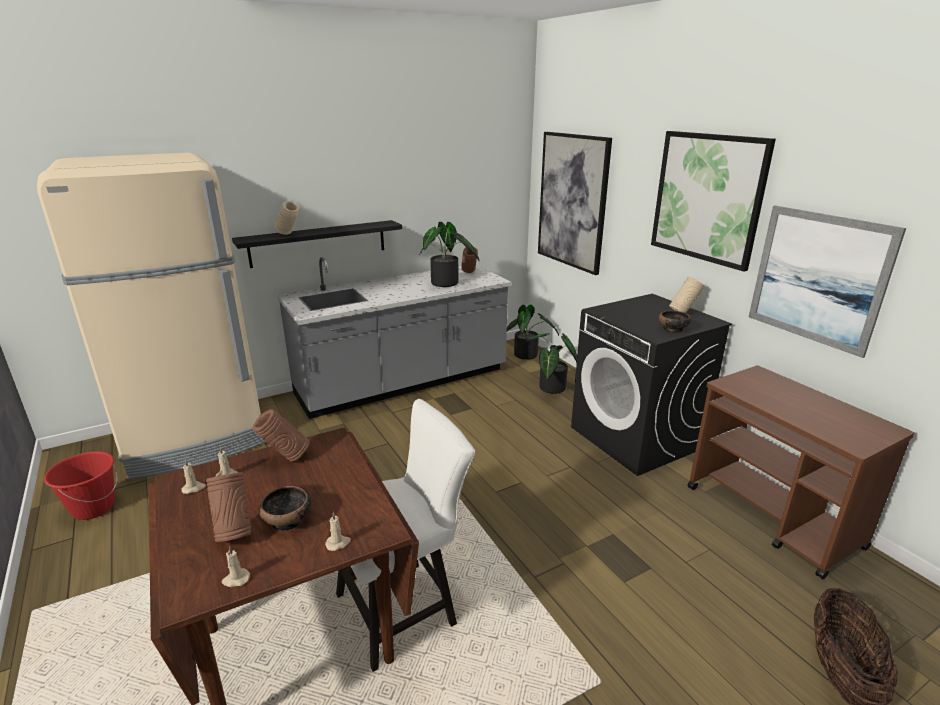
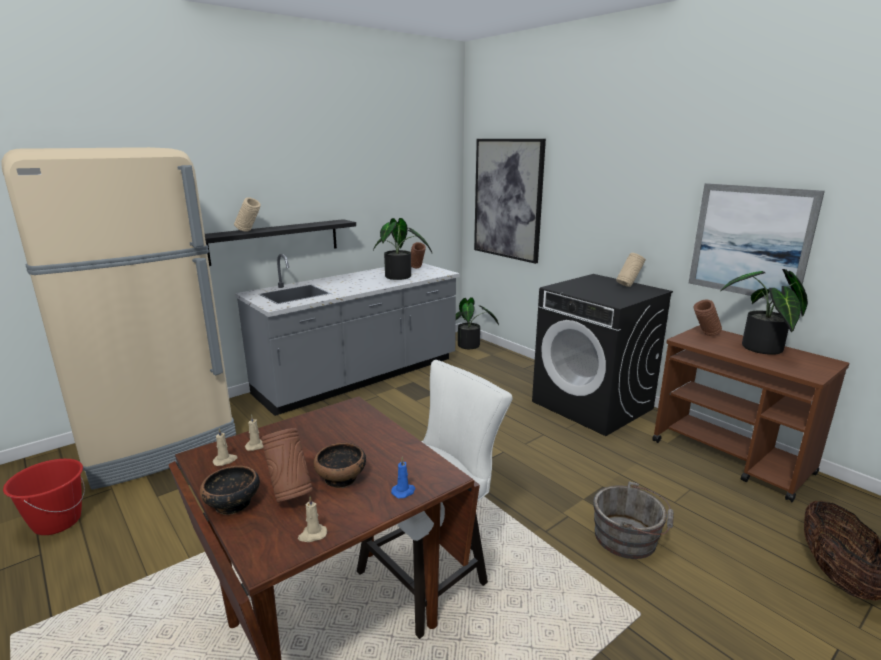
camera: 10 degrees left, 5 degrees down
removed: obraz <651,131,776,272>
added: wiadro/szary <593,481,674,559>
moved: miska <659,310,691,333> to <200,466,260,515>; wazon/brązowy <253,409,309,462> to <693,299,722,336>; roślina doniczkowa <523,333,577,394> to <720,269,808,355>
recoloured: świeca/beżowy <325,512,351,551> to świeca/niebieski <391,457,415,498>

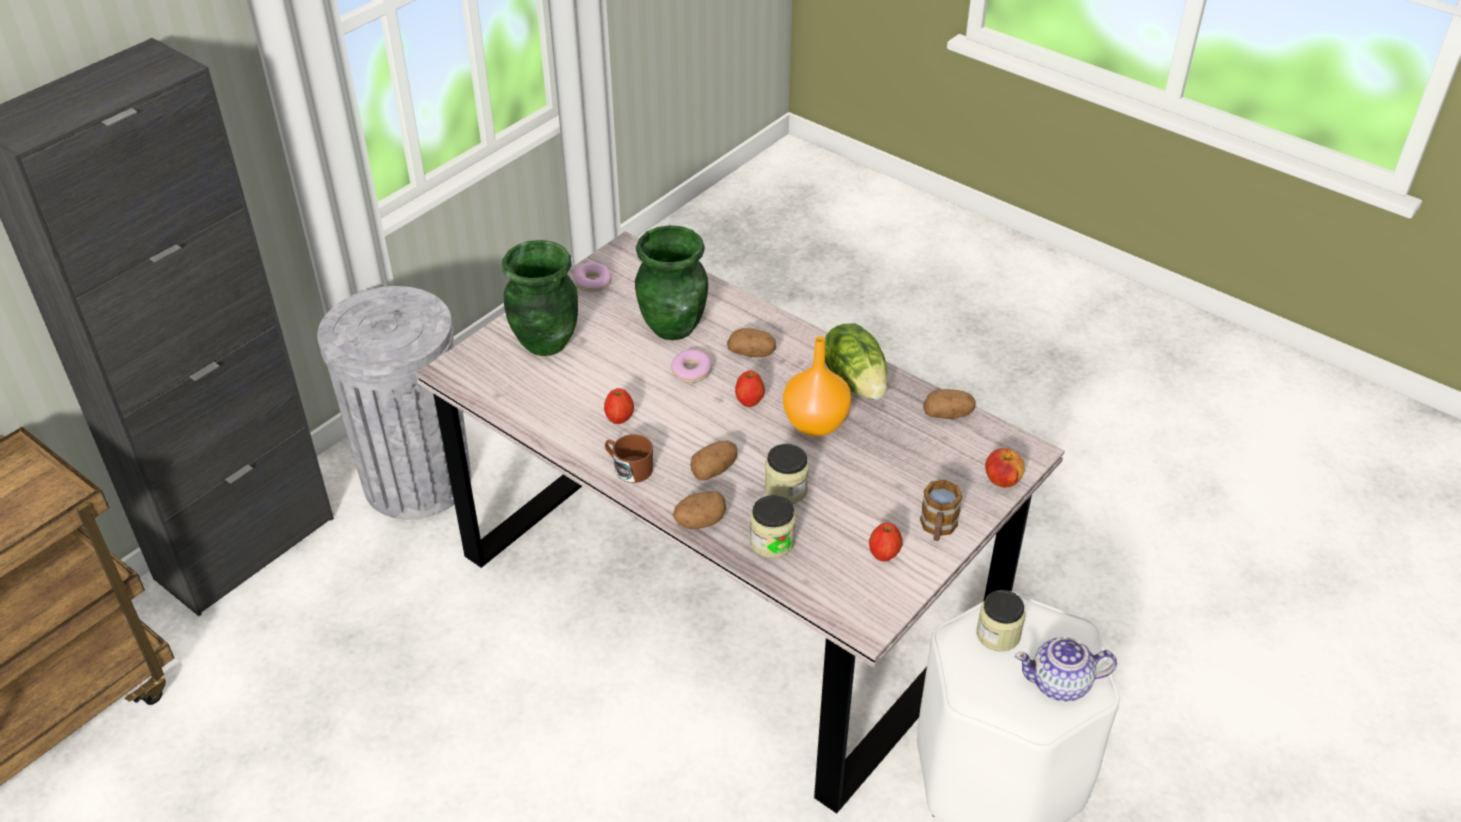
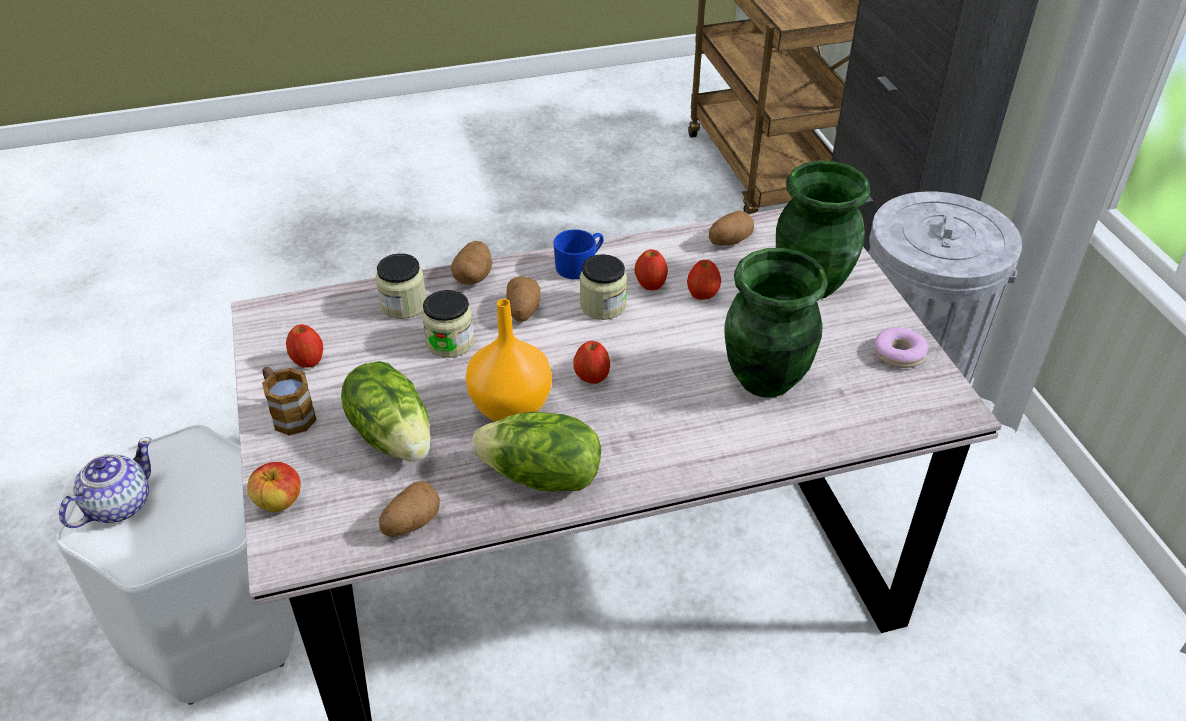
camera: 125 degrees right, 0 degrees up
removed: donut <671,349,712,383>
added: sałata <341,361,431,461>; jabłko <687,260,721,300>
moved: słoik <976,590,1025,652> to <580,254,627,320>; ziemniak <727,328,776,357> to <709,211,754,246>
recoloured: kubek/brązowy <605,434,653,483> to kubek/niebieski <553,229,604,279>

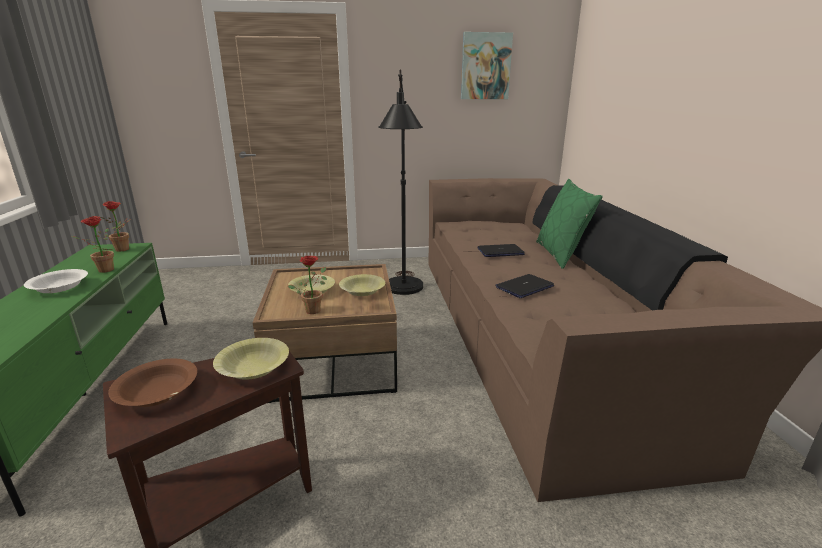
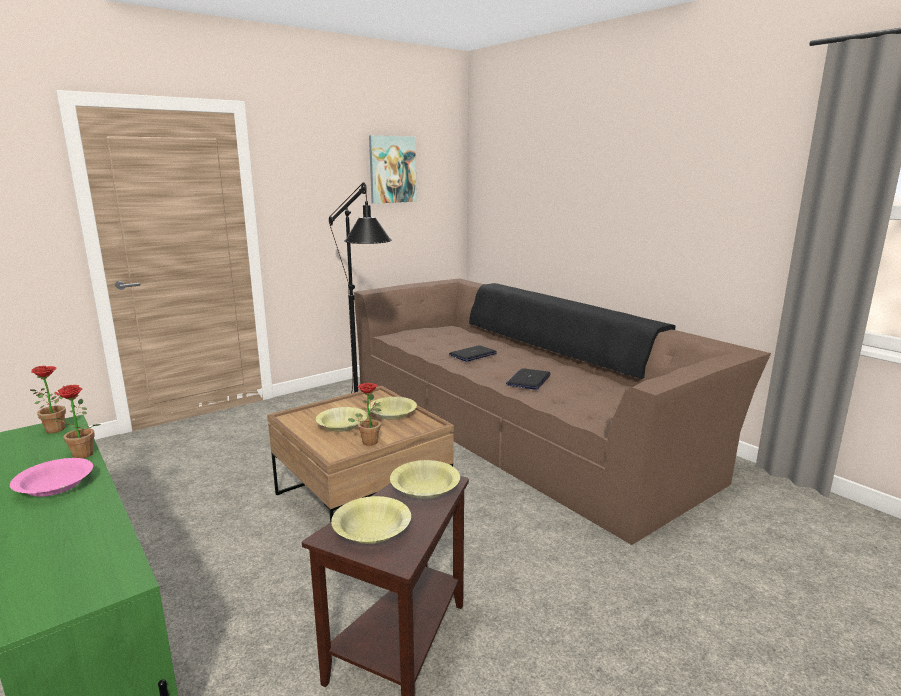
camera: 30 degrees left, 5 degrees down
removed: poduszka/zielony <536,179,603,269>
recoloured: miska/biały <24,269,88,293> to miska/różowy <10,458,93,497>; miska/brązowy <108,359,197,407> to miska/żółty <331,496,411,544>

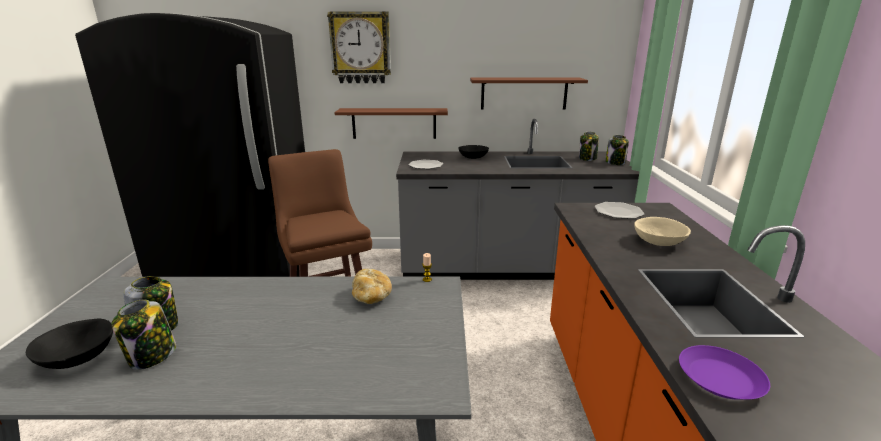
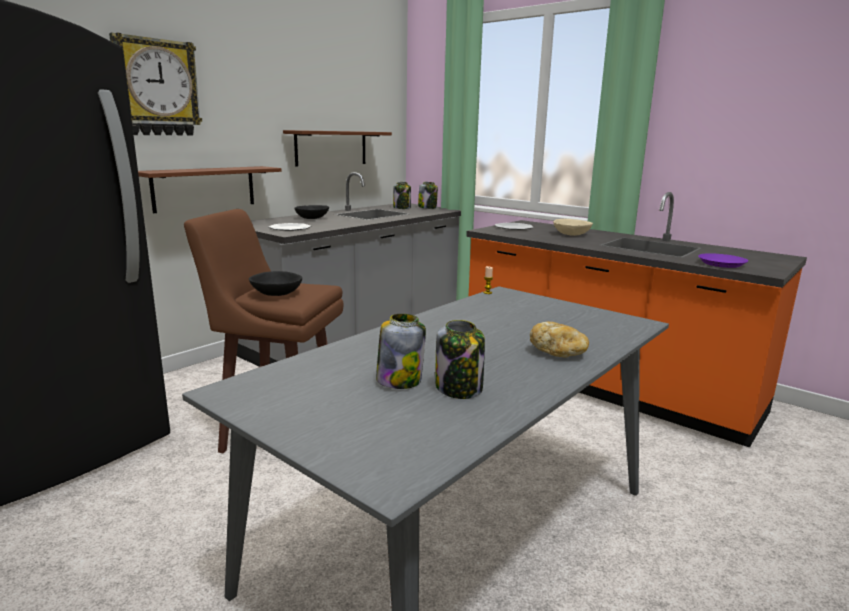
camera: 50 degrees left, 5 degrees down
moved: miska/czarny <26,319,113,369> to <249,271,302,296>; chleb <352,269,392,304> to <530,322,589,358>

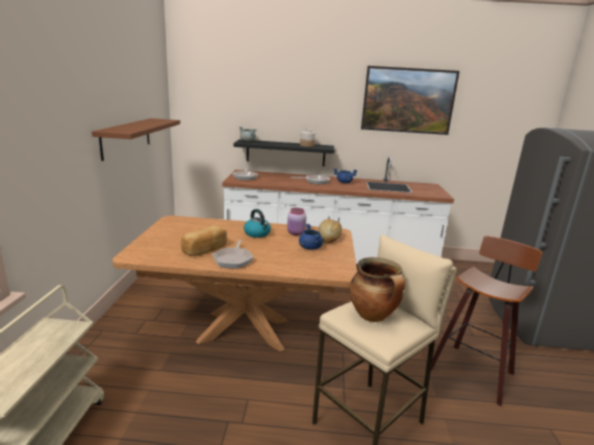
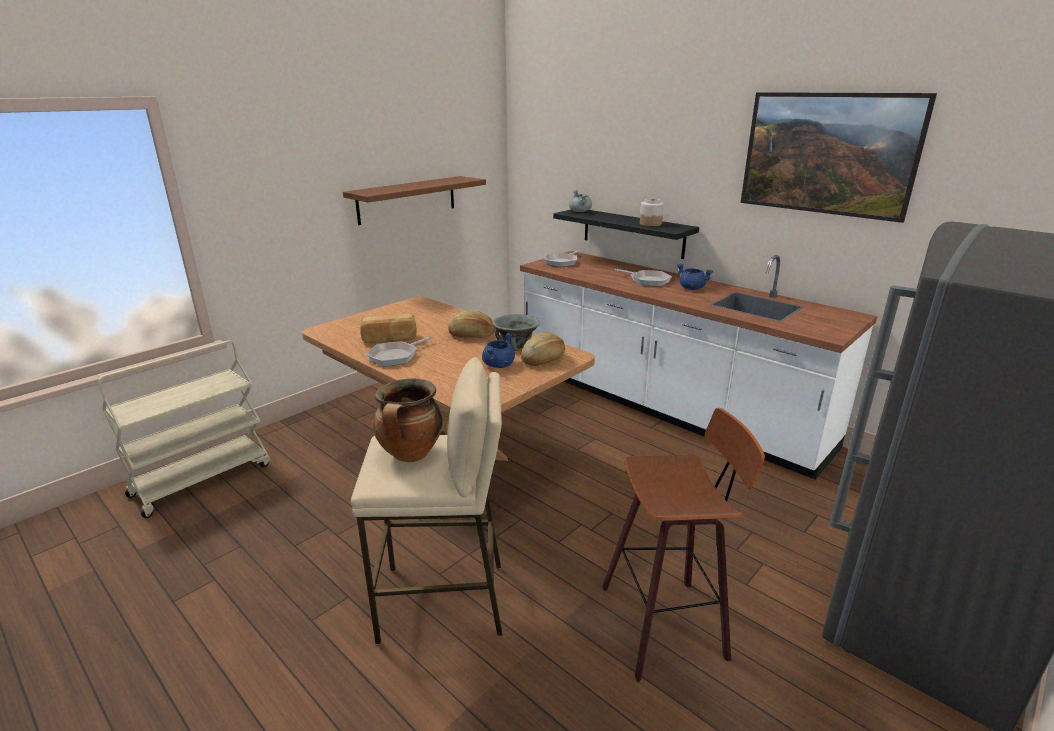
camera: 40 degrees right, 5 degrees up
replaced: czajnik <244,209,271,238> to chleb <448,310,496,338>; słoik/różowy <287,208,306,235> to miska/szary <492,314,540,351>

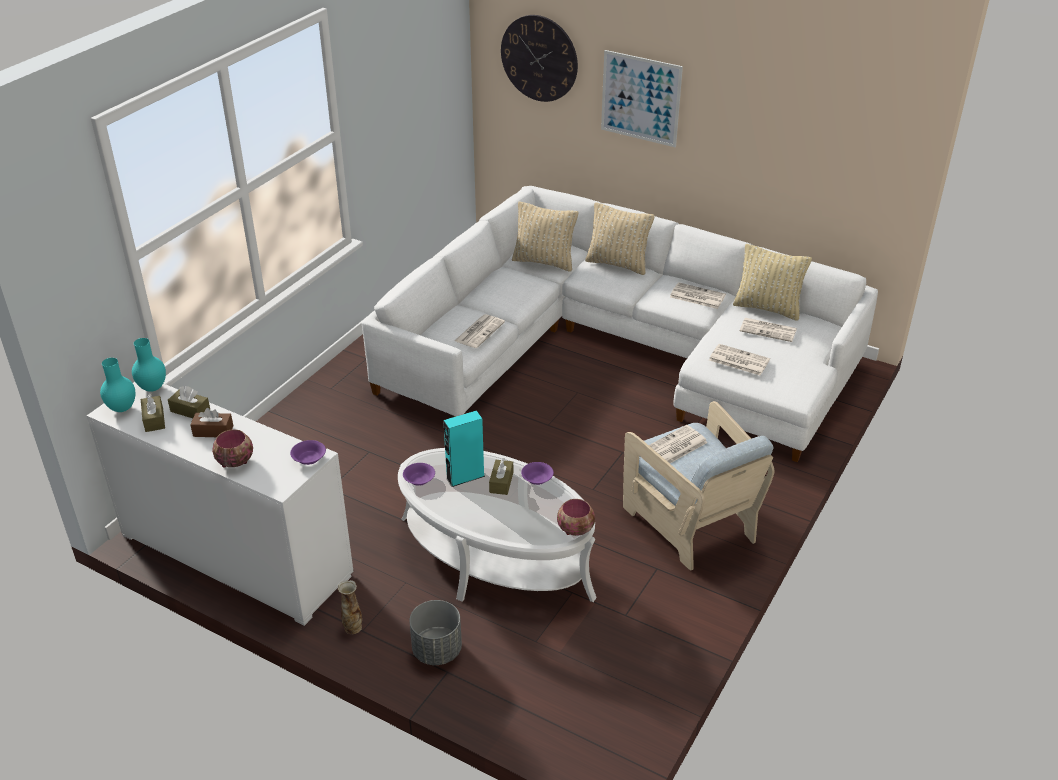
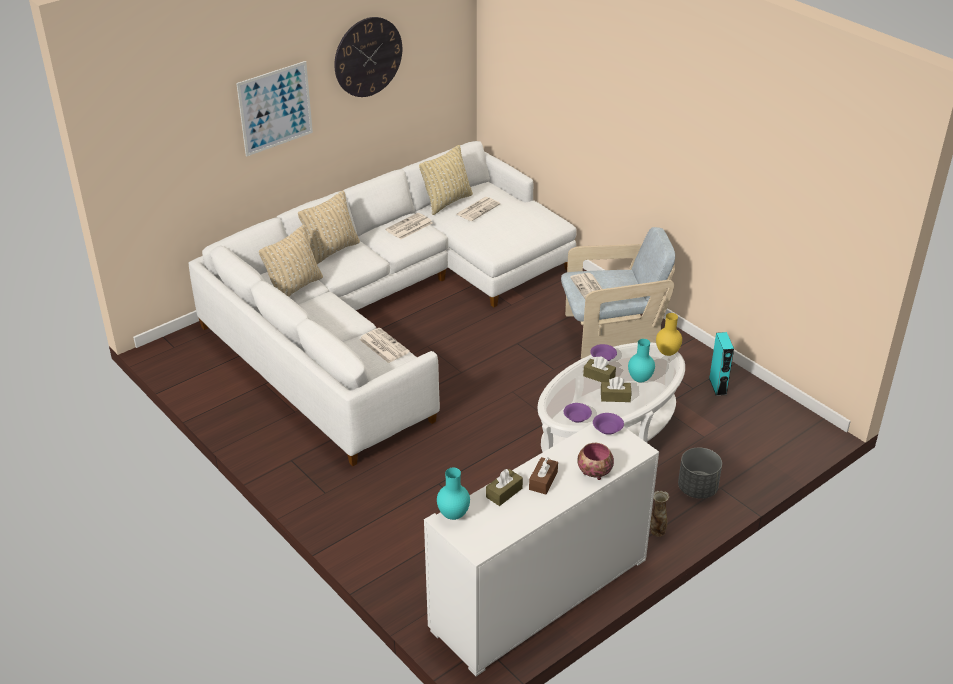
camera: 70 degrees left, 0 degrees up
removed: gazeta <709,344,770,375>
moved: zegar ścienny <501,15,578,102> to <334,17,402,97>; pudełko chusteczek/brązowy <141,394,165,432> to <601,377,632,402>; wazon/turkusowy <100,358,135,412> to <628,339,655,382>; głośnik/turkusowy <443,410,485,487> to <709,332,734,396>
replaced: miska <557,499,595,536> to wazon/żółty <656,313,682,356>

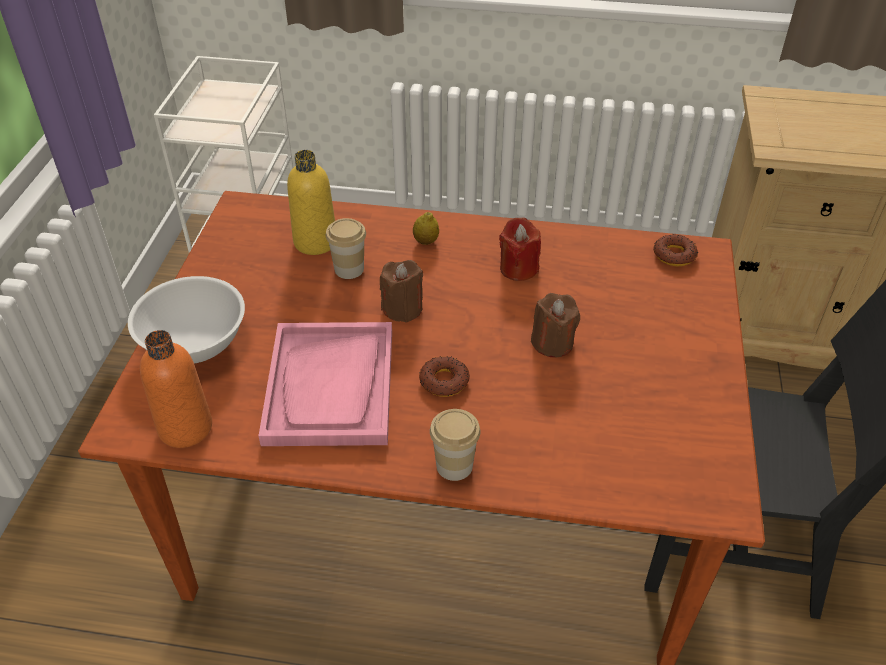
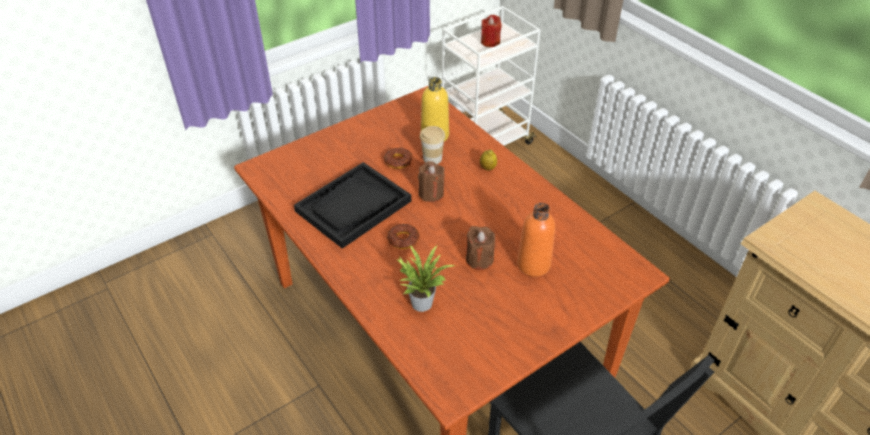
camera: 45 degrees right, 0 degrees up
removed: miska/biały <128,276,245,363>; filiżanka <430,409,480,481>
added: roślina doniczkowa <398,245,456,312>
moved: donut <653,234,698,266> to <384,148,412,169>; świeca/czerwony <499,218,541,281> to <481,15,502,47>; butelka/pomarańczowy <140,330,212,448> to <517,203,555,277>
recoloured: taca/różowy <259,322,392,446> to taca/czarny <294,162,411,249>

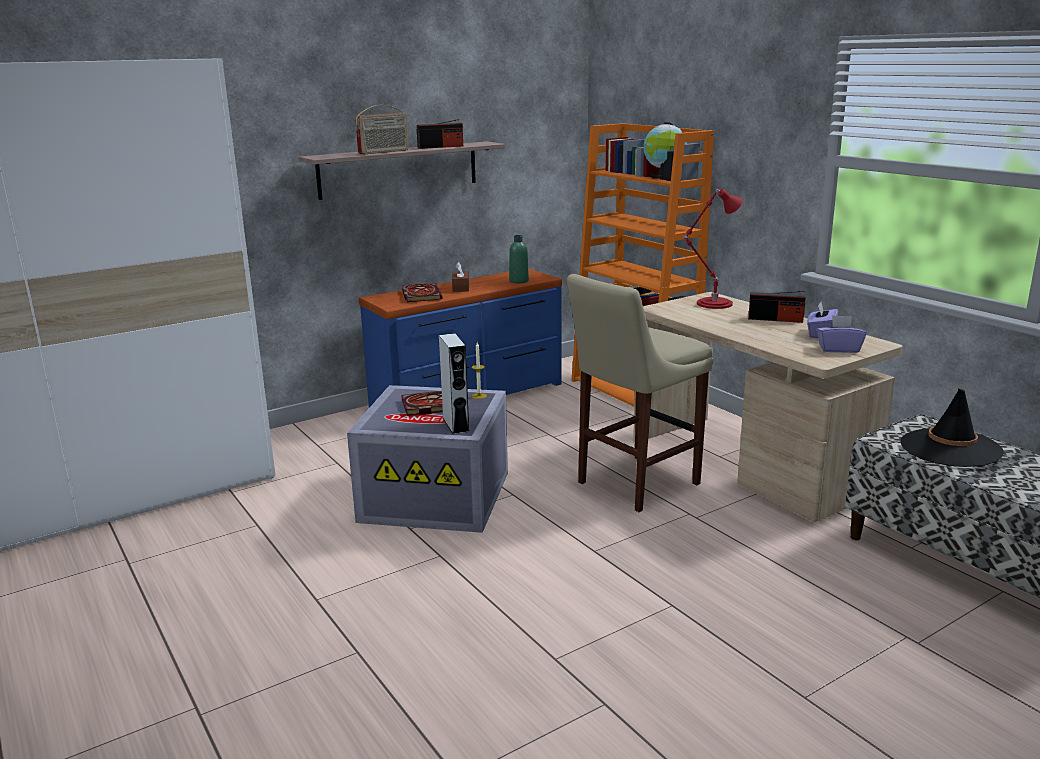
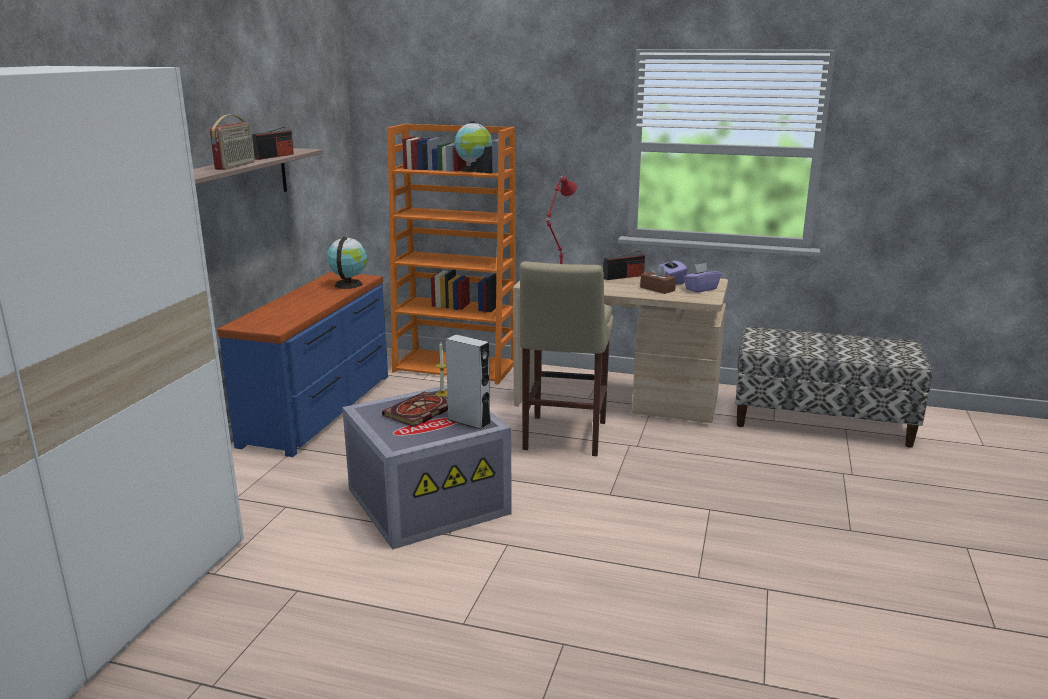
camera: 40 degrees left, 0 degrees up
removed: książka <402,283,443,302>; kapelusz/czarny <900,389,1004,467>
moved: pudełko chusteczek/brązowy <452,262,469,292> to <640,263,676,294>
replaced: butelka/zielony <509,235,529,283> to globus <327,237,367,289>

